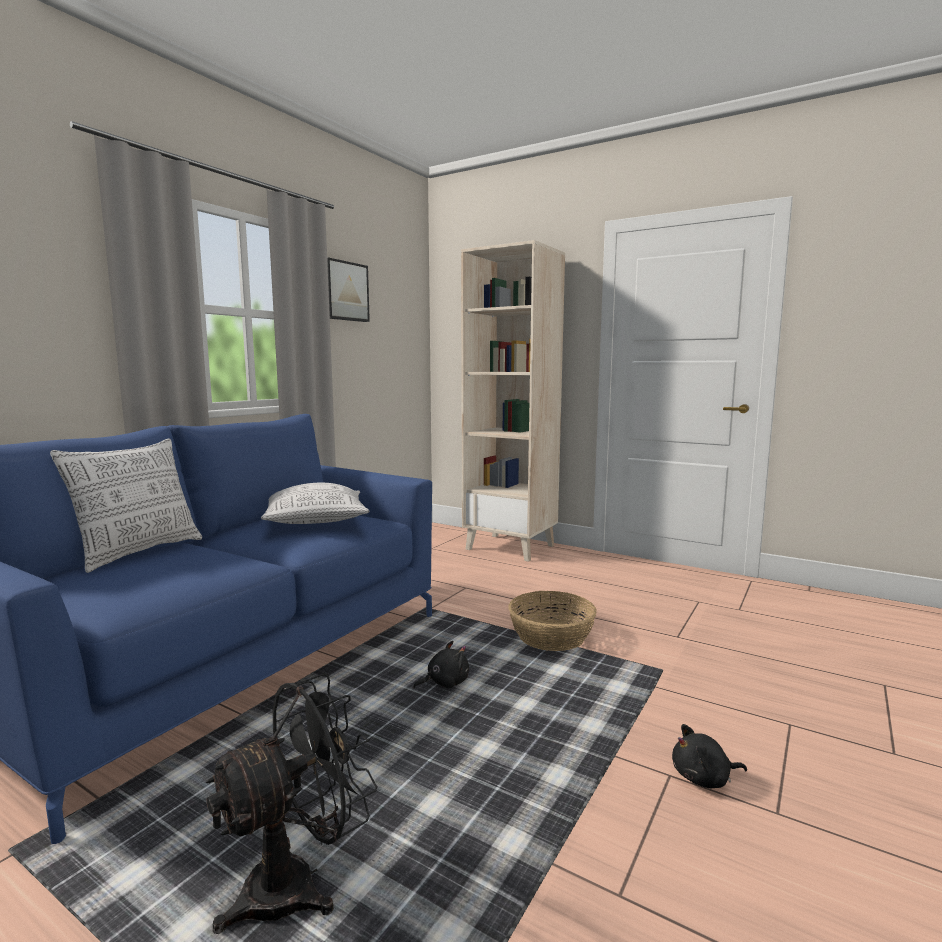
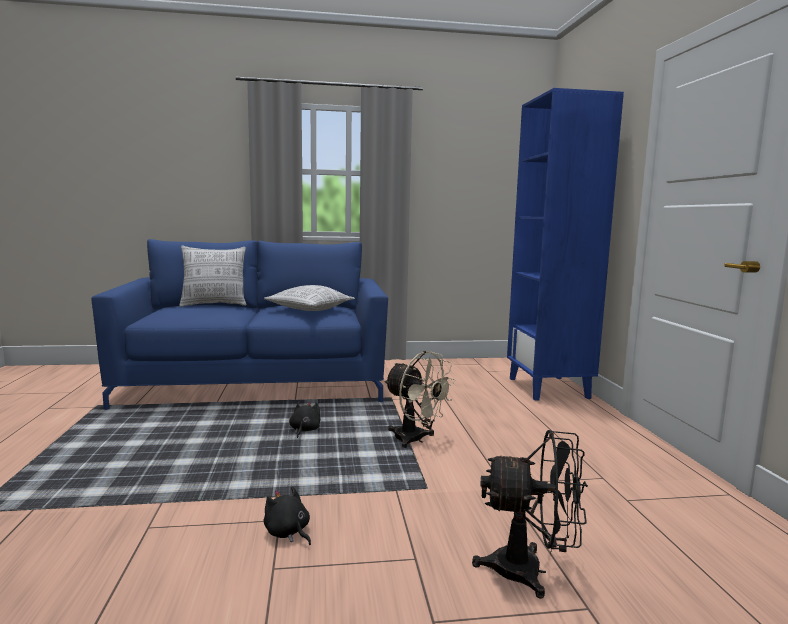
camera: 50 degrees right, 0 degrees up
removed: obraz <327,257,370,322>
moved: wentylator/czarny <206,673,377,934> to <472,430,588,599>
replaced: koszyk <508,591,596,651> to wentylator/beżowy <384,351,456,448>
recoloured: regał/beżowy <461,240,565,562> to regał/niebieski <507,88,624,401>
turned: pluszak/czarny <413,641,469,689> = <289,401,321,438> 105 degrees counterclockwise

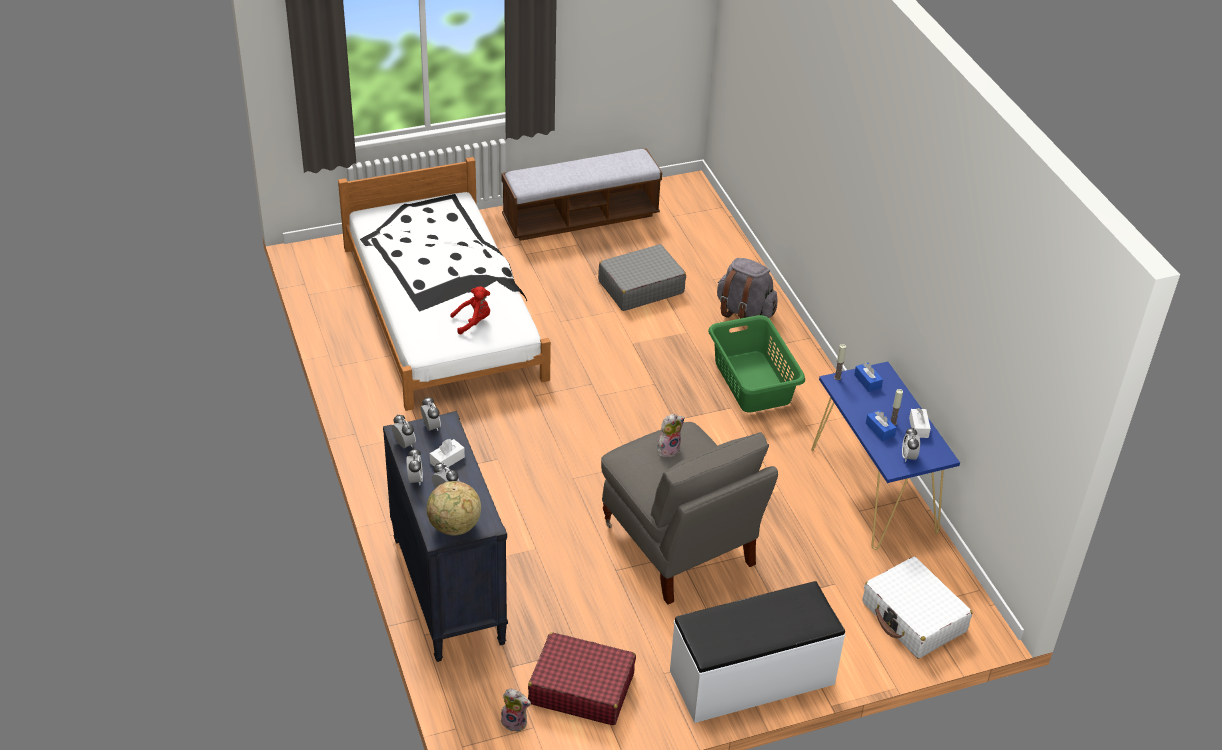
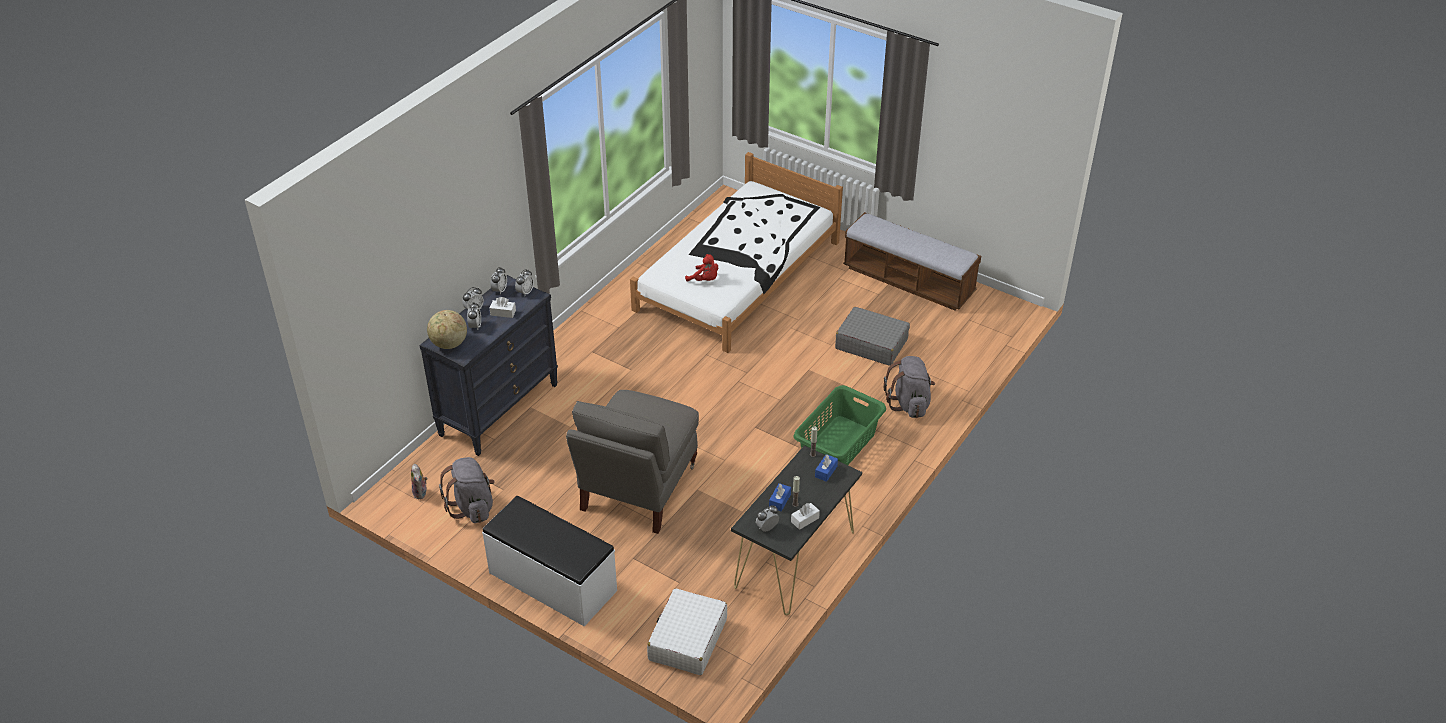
camera: 55 degrees right, 0 degrees up
removed: pluszak <657,414,685,457>
replaced: walizka/czerwony <528,632,636,725> to plecak/szary <439,457,495,523>
recoloured: stolik konsolowy/niebieski <811,362,960,550> to stolik konsolowy/czarny <731,445,862,615>

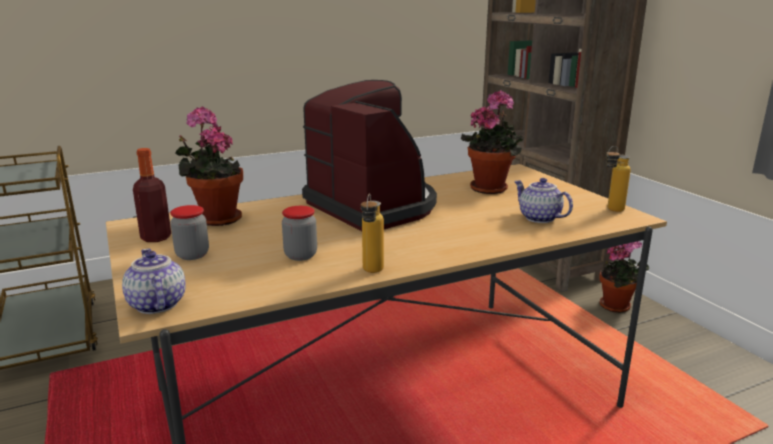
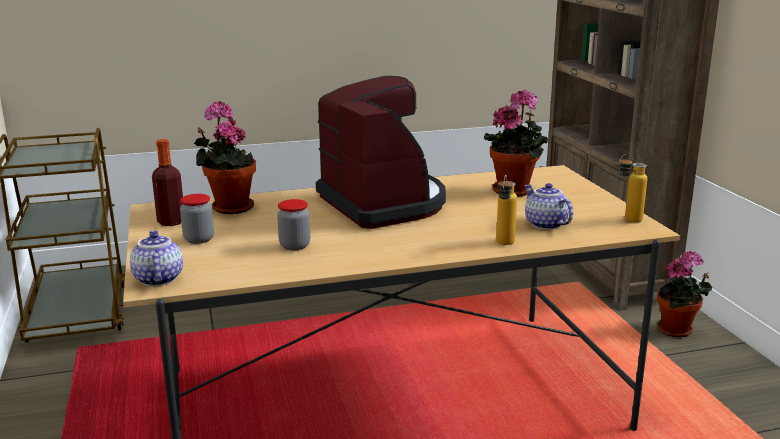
camera: 10 degrees right, 0 degrees up
moved: butelka <361,194,384,273> to <496,175,517,245>

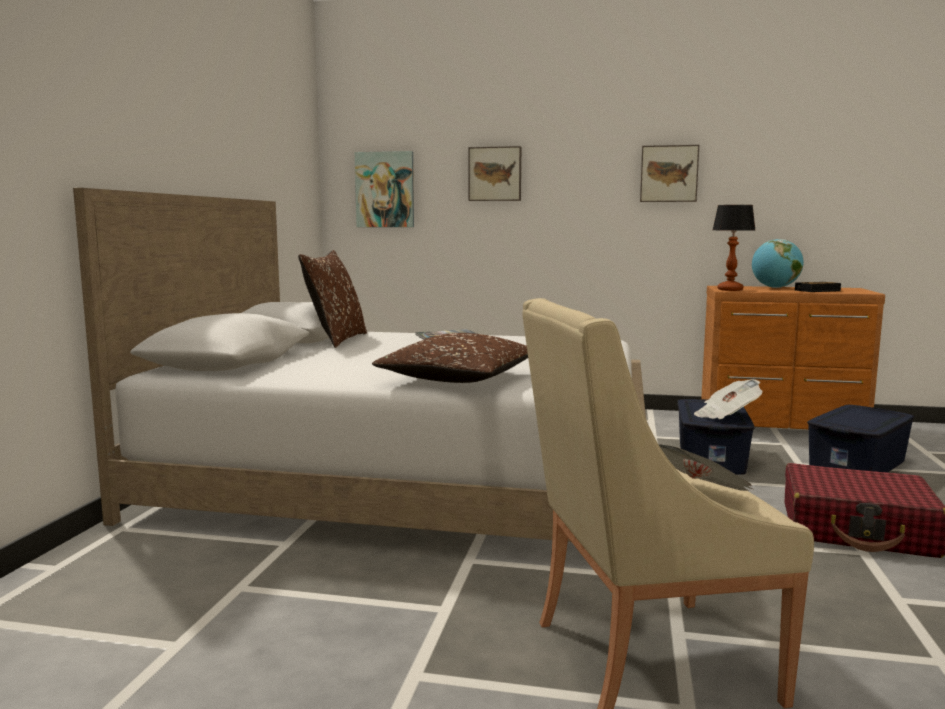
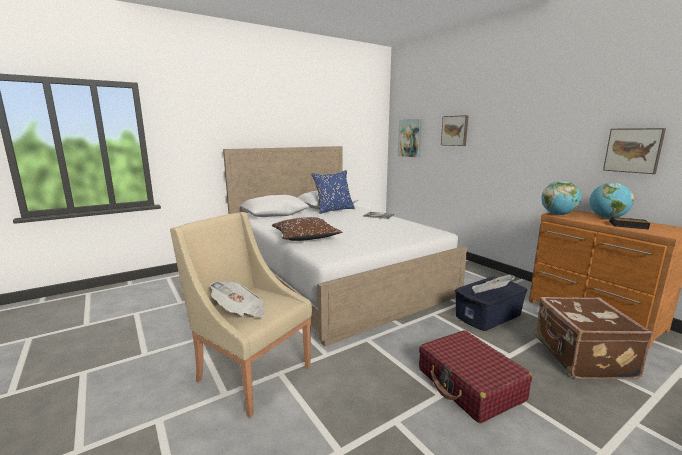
camera: 45 degrees right, 5 degrees up
moved: obraz <640,145,699,202> to <603,128,666,174>
replaced: pojemnik do przechowywania/niebieski <807,405,915,473> to walizka/brązowy <535,297,653,379>; lampa stołowa <713,205,755,291> to globus <541,181,581,215>
recoloured: poduszka/brązowy <298,250,367,348> to poduszka/niebieski <311,170,355,214>

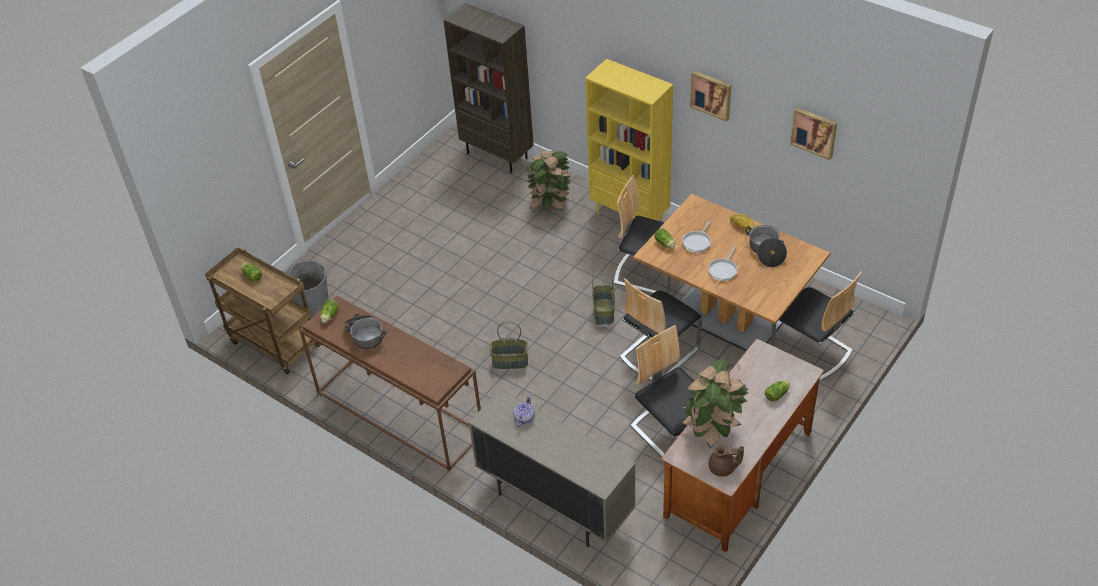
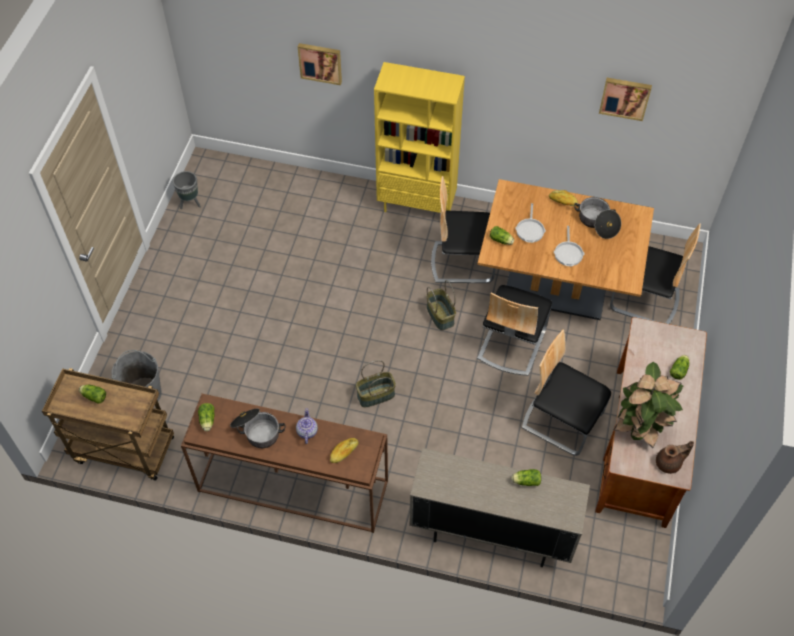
camera: 25 degrees left, 10 degrees up
removed: regał/brązowy <443,3,534,173>; roślina doniczkowa <525,151,572,211>
added: donica/szary <173,171,201,209>; chleb <330,438,359,463>; sałata <511,469,541,486>
moved: imbryk <513,395,535,427> to <296,409,318,444>; obraz <690,71,731,122> to <298,43,342,85>

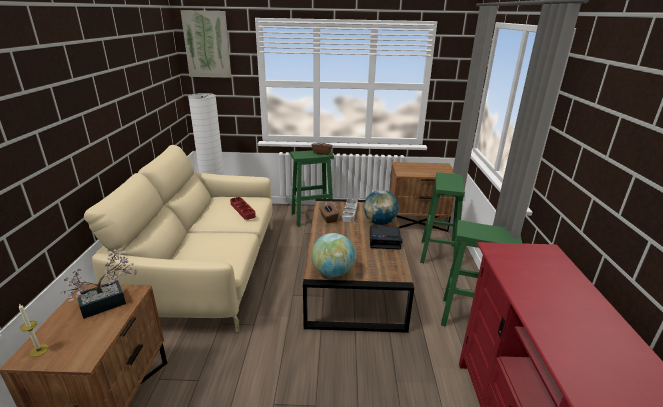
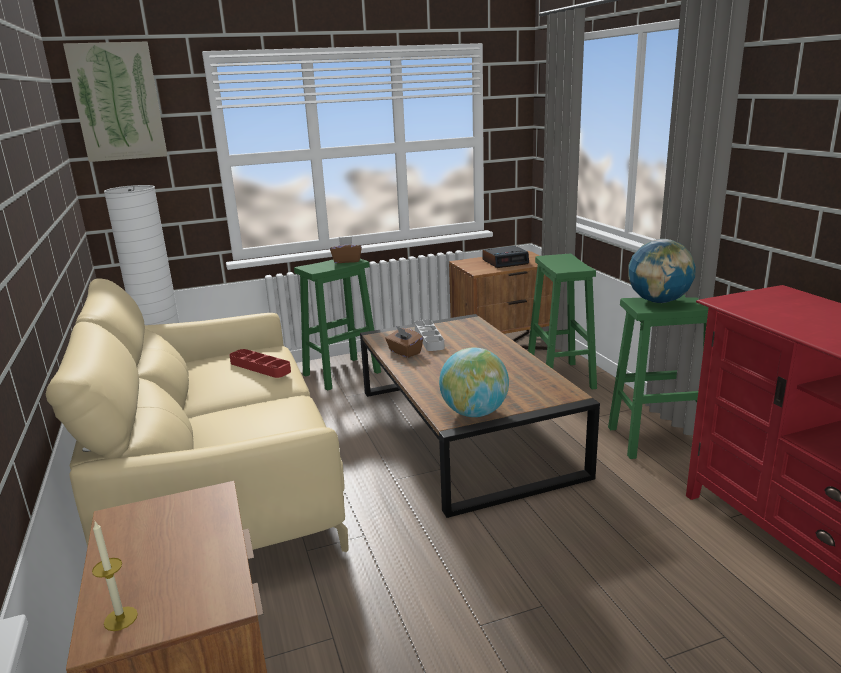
camera: 20 degrees left, 5 degrees down
removed: roślina doniczkowa <60,249,137,319>
moved: budzik <370,226,403,250> to <482,246,529,268>; globus <364,190,399,225> to <628,239,696,303>

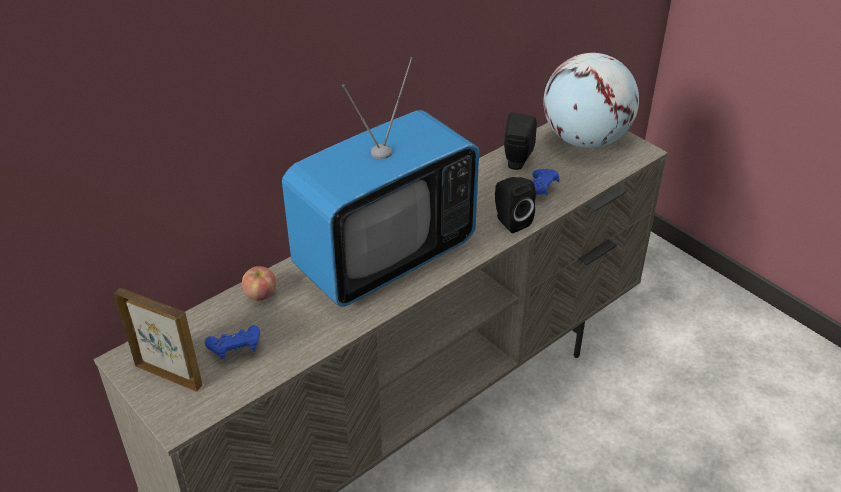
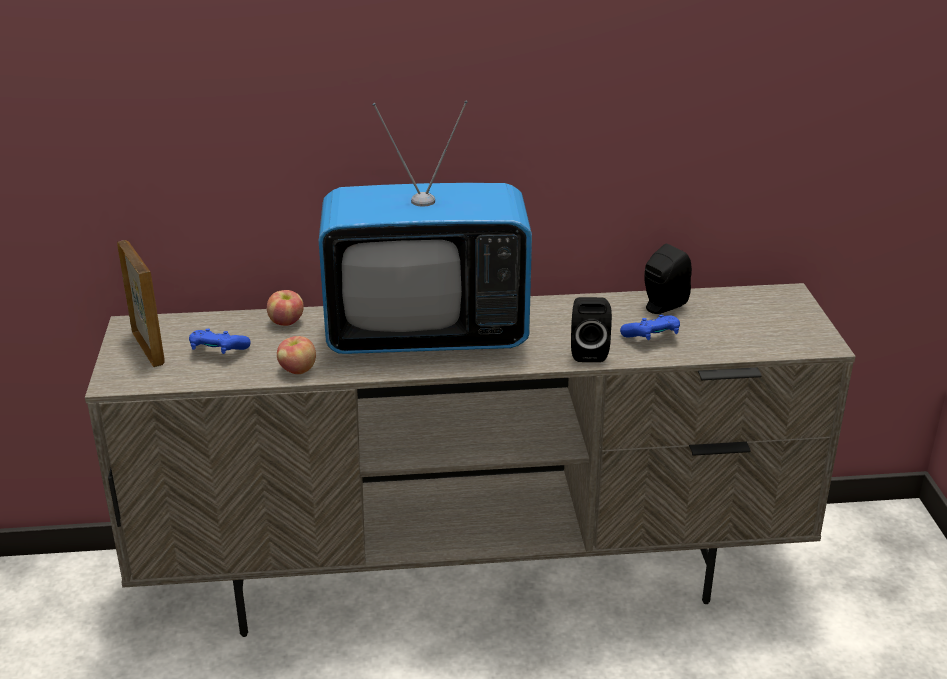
camera: 35 degrees right, 10 degrees down
removed: globus <544,53,639,148>
added: jabłko <277,336,316,374>

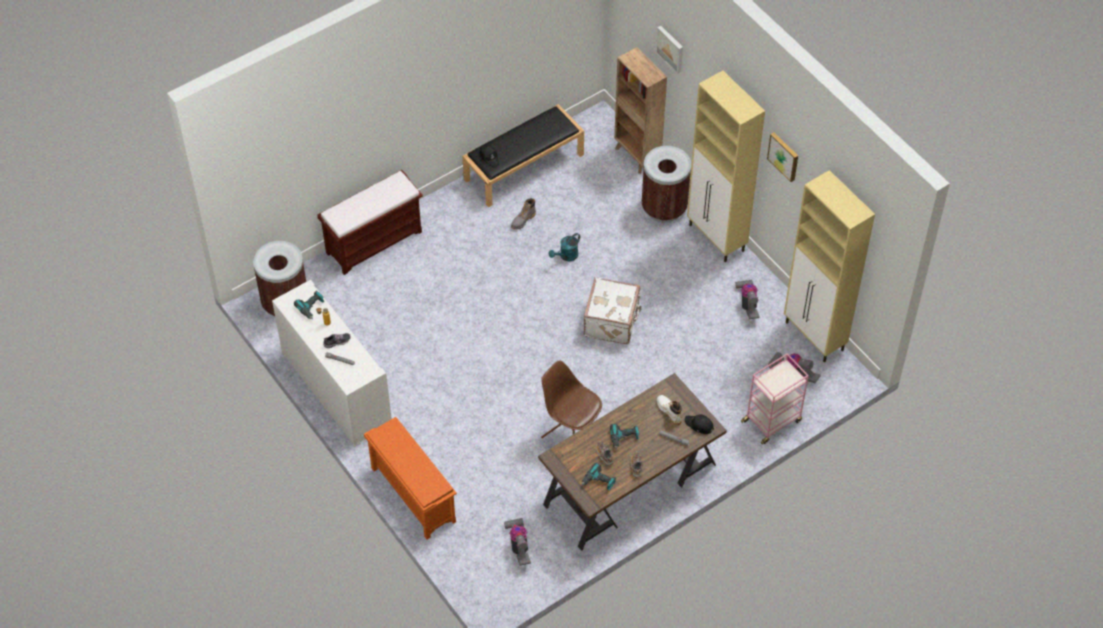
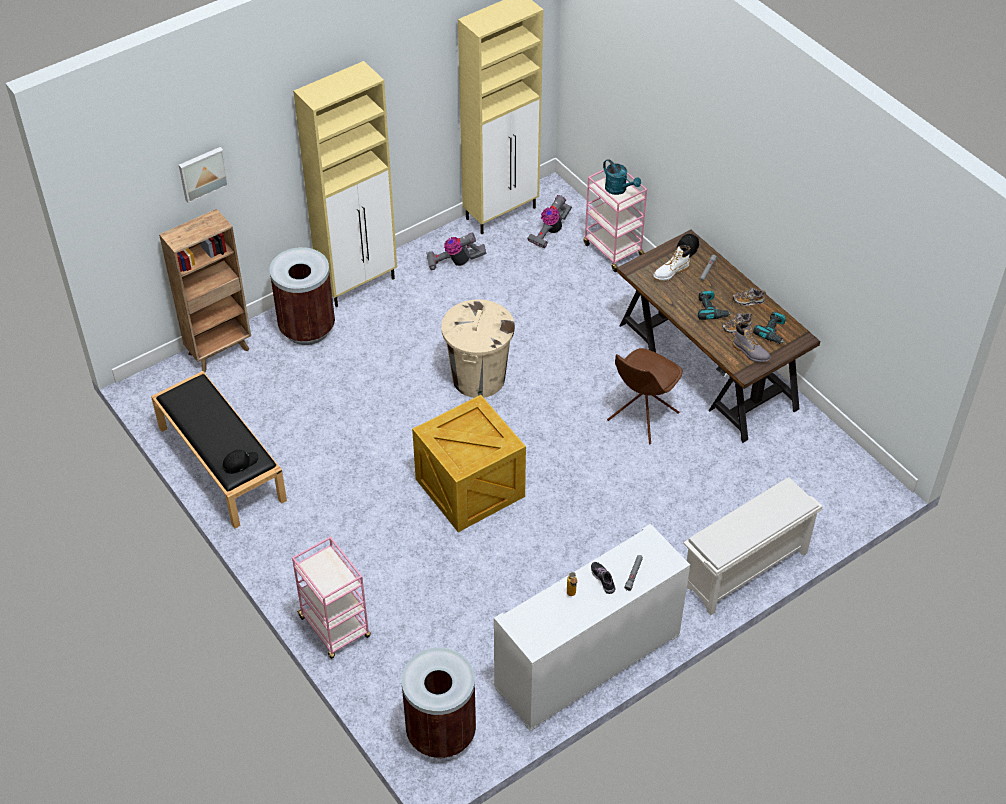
camera: 90 degrees left, 5 degrees down
removed: wiertarka <294,290,324,319>; odkurzacz <504,518,531,566>; obraz <767,132,798,182>
added: skrzynka <412,395,526,532>
moved: konewka/turkusowy <549,233,580,261> to <603,159,641,195>; but z cholewką/szary <511,198,536,230> to <732,322,771,363>
replaced: ławka/brązowy <317,170,423,275> to wózek/różowy <292,536,371,659>; walizka/biały <584,277,641,344> to kosz na śmieci/beżowy <441,299,515,398>
recoloured: regał na buty/pomarańczowy <364,417,457,540> to regał na buty/biały <683,477,823,615>

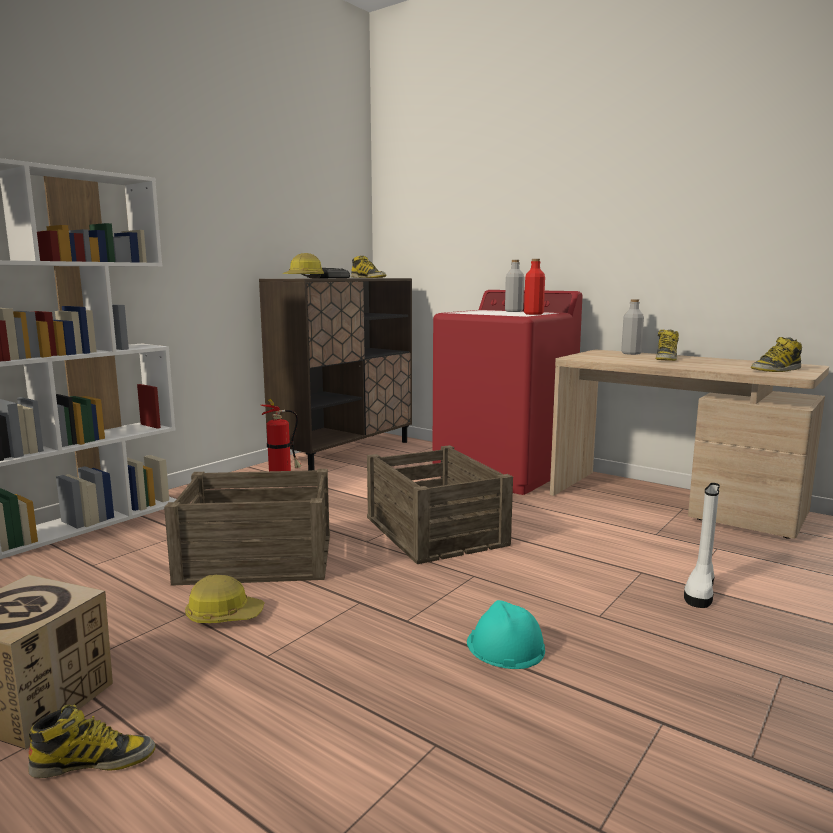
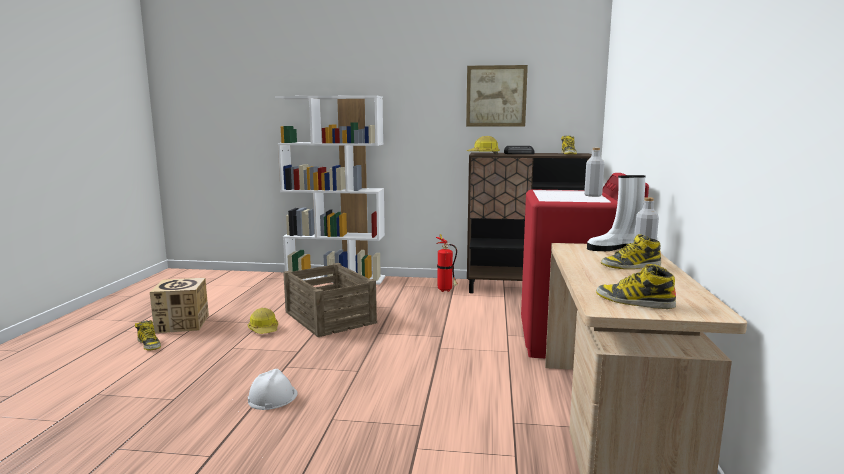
camera: 60 degrees right, 0 degrees up
removed: skrzynka <367,445,513,564>; butelka/czerwony <524,259,545,315>
added: obraz <466,65,528,126>
moved: but z cholewką/biały <684,483,720,608> to <587,175,646,251>
recoloured: kask/turkusowy <467,600,545,669> to kask/biały <248,369,298,410>

